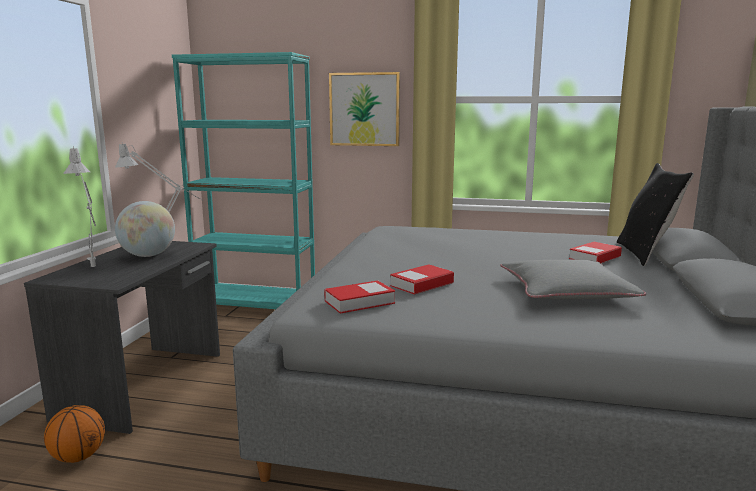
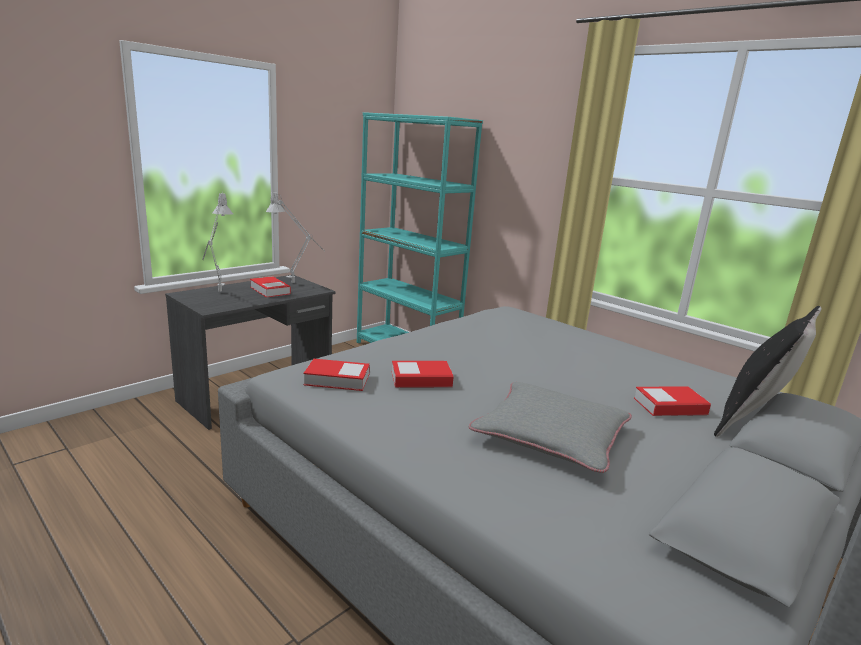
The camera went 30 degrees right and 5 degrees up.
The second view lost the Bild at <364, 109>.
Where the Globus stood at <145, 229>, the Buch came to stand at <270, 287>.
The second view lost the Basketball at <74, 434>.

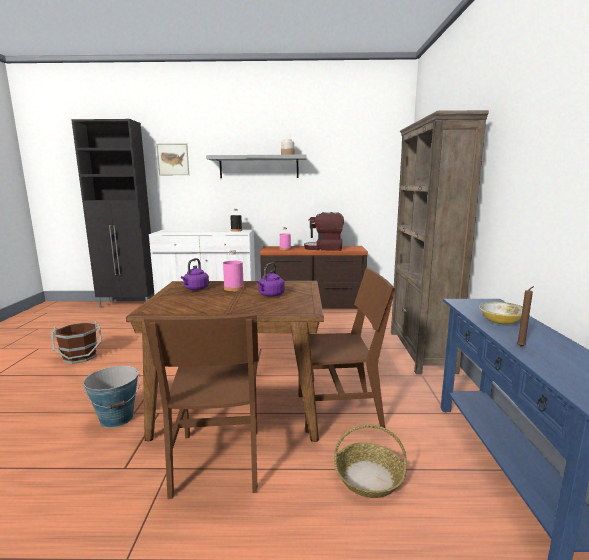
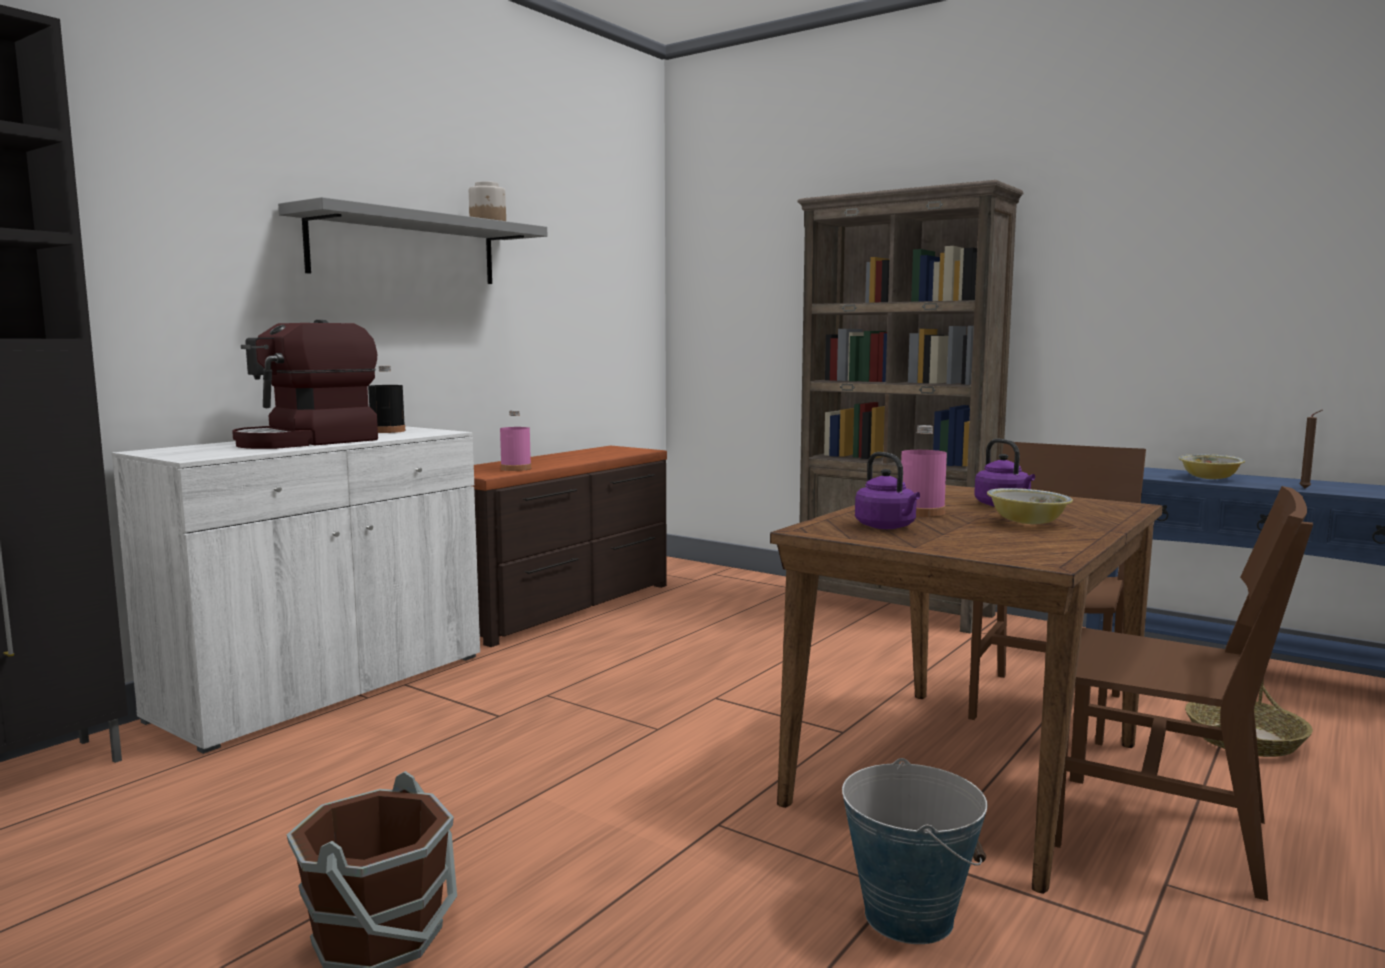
The camera went 55 degrees left and 5 degrees down.
The second view lost the Bild at <172, 159>.
The Kaffeemaschine ended up elsewhere, having gone from <324, 231> to <305, 384>.
The second view gained the Schüssel at <1030, 506>.

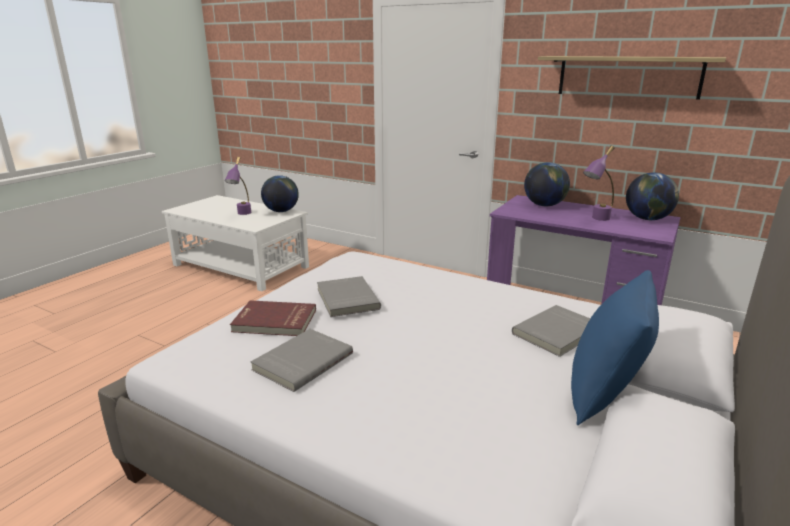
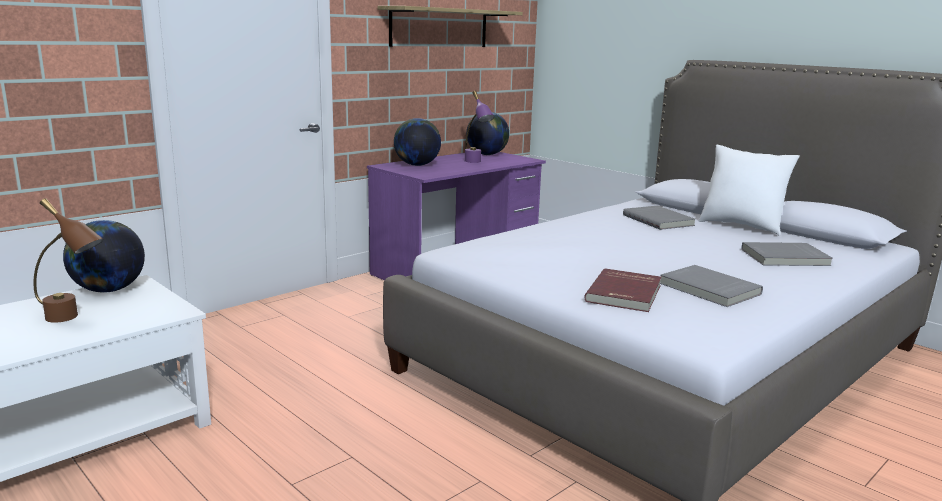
The camera went 75 degrees left and 5 degrees down.
What was the Tischlampe (lila) at <238, 186> turned into the Tischlampe (braun) at <69, 260>.
What was the Kissen (blau) at <615, 347> turned into the Kissen (weiß) at <749, 190>.
The Buch (grau) ended up elsewhere, having gone from <349, 296> to <787, 254>.

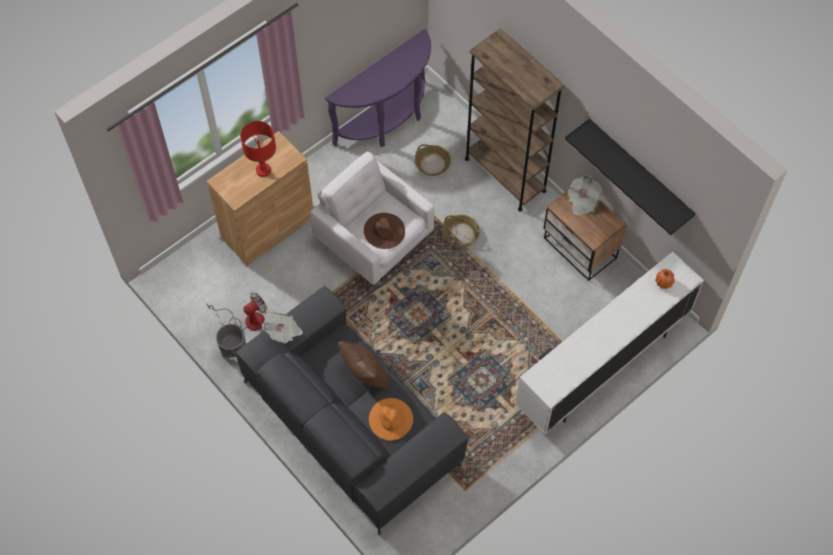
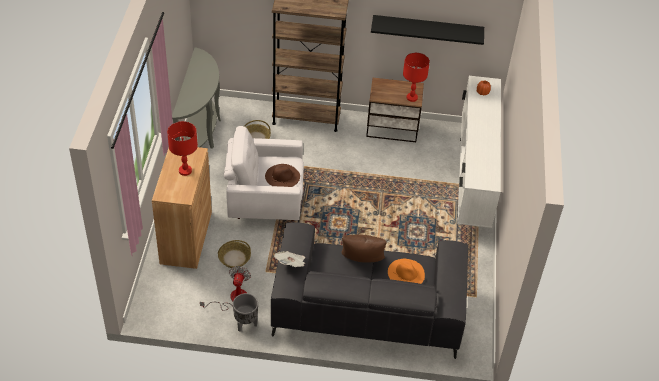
The camera went 45 degrees left and 15 degrees down.
What was the Konsolentisch (lila) at <378, 88> turned into the Konsolentisch (grau) at <196, 98>.
The second view lost the Zeitung at <585, 195>.
The Korb ended up elsewhere, having gone from <461, 230> to <234, 254>.
The second view gained the Tischlampe (rot) at <416, 77>.

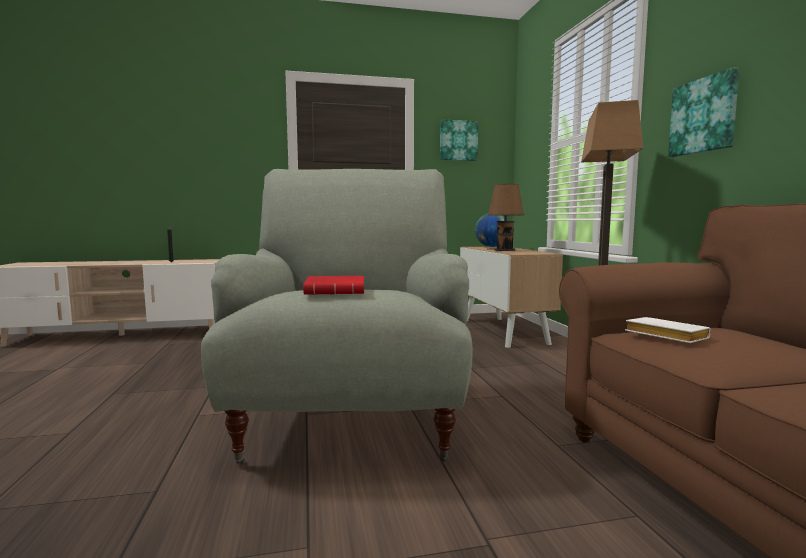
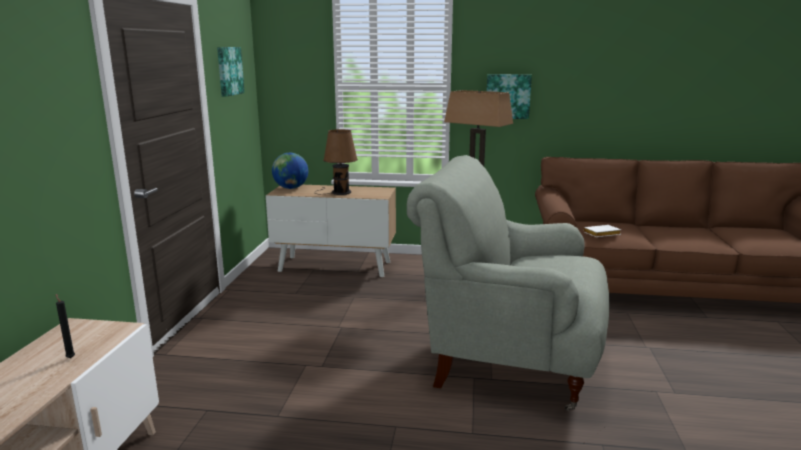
The camera went 70 degrees left and 10 degrees up.
The second view lost the Buch (rot) at <333, 285>.

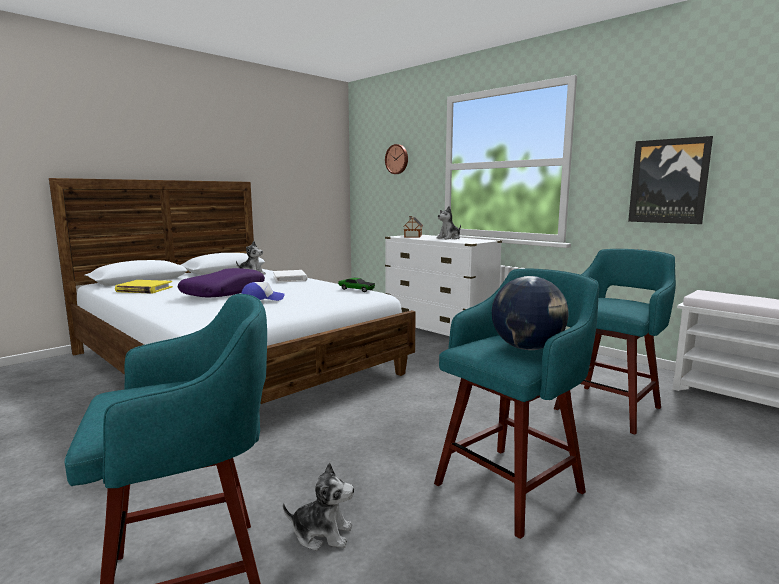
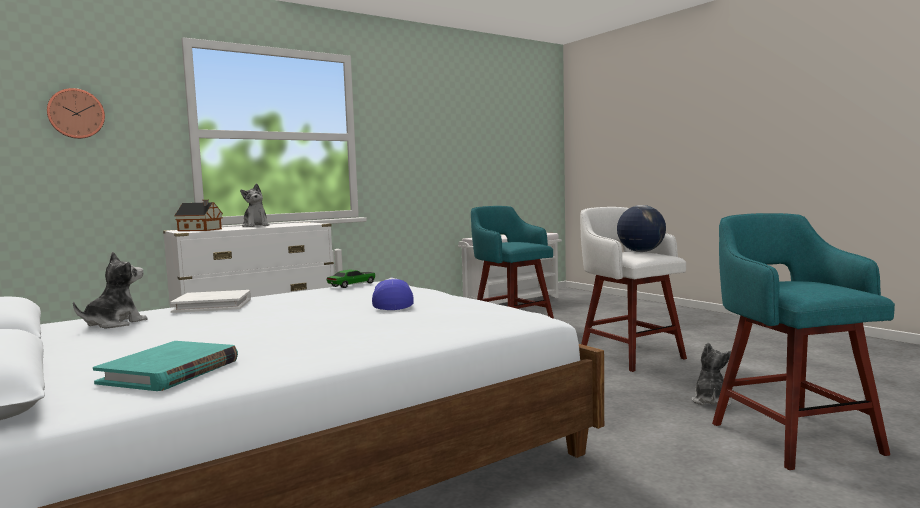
The camera went 80 degrees left and 5 degrees down.
The second view lost the Bild at <670, 180>.
The second view lost the Kissen (lila) at <221, 283>.
What was the Hocker (türkis) at <516, 404> turned into the Hocker (weiß) at <633, 289>.
What was the Buch (gelb) at <144, 287> turned into the Buch (türkis) at <165, 366>.

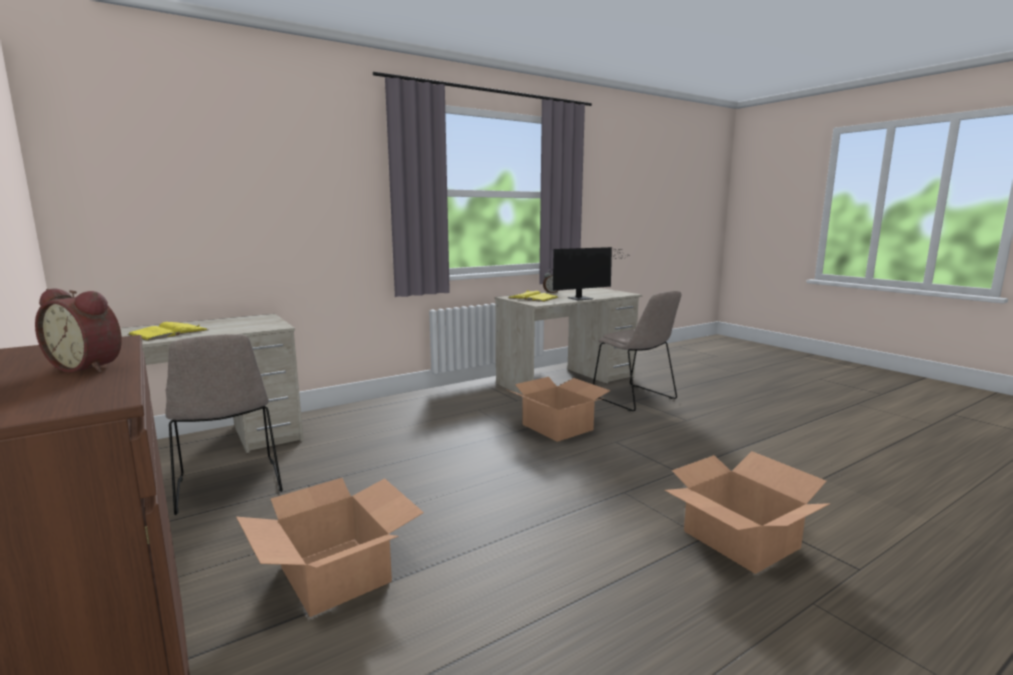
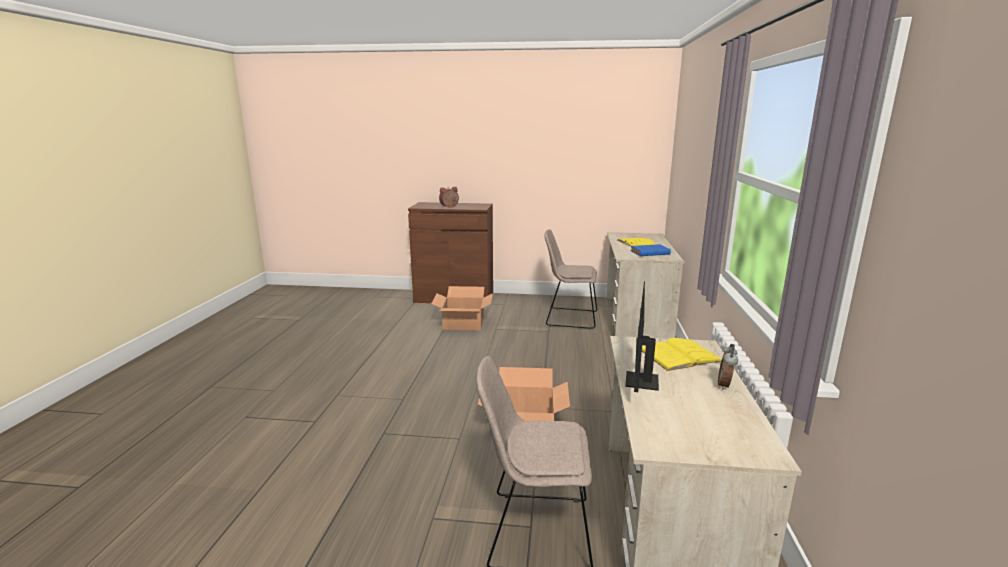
The camera went 130 degrees right and 5 degrees up.
The second view lost the Karton at <747, 512>.
The second view gained the Buch (blau) at <651, 250>.

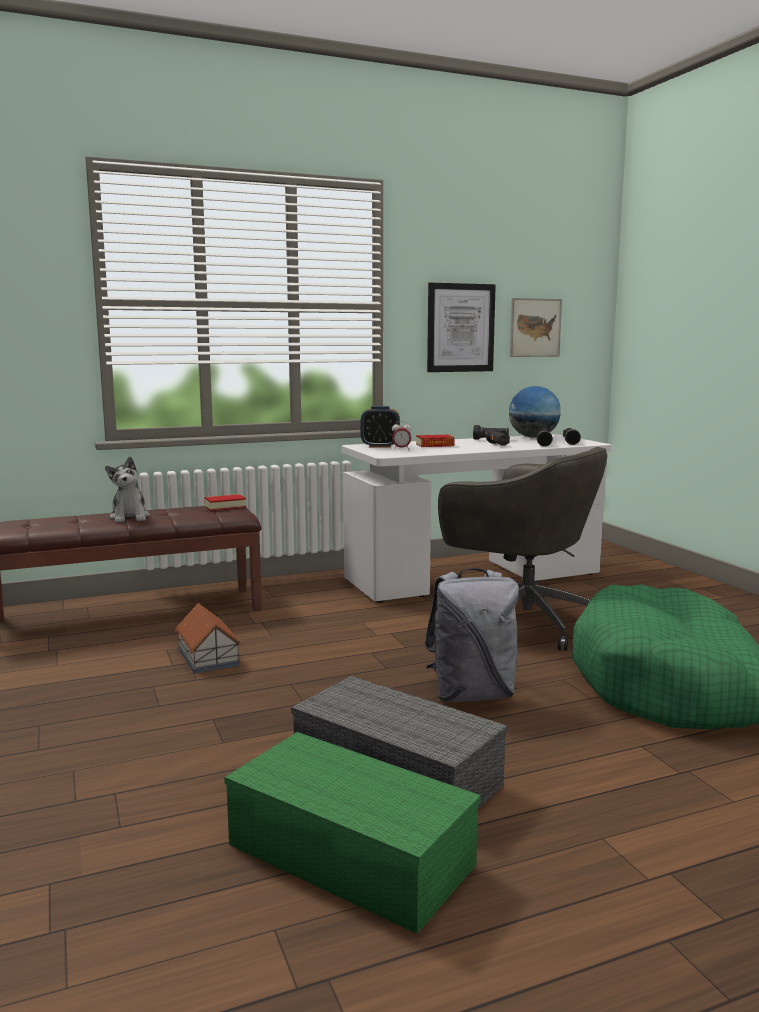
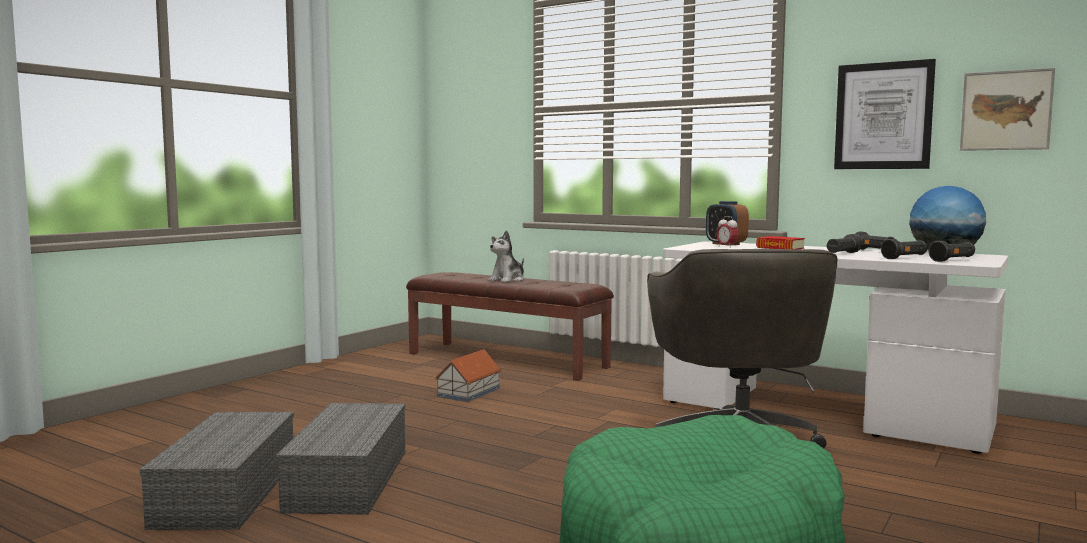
The camera went 55 degrees right and 5 degrees down.
The second view lost the Buch at <225, 502>.
The second view lost the Rucksack (grau) at <471, 635>.
What was the Aufbewahrungsbox (grün) at <352, 833> turned into the Aufbewahrungsbox (grau) at <217, 471>.

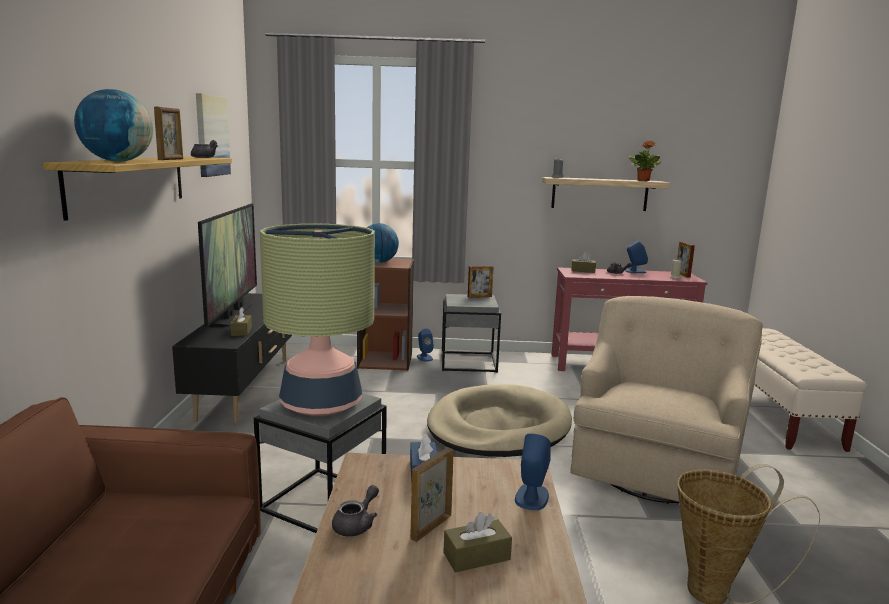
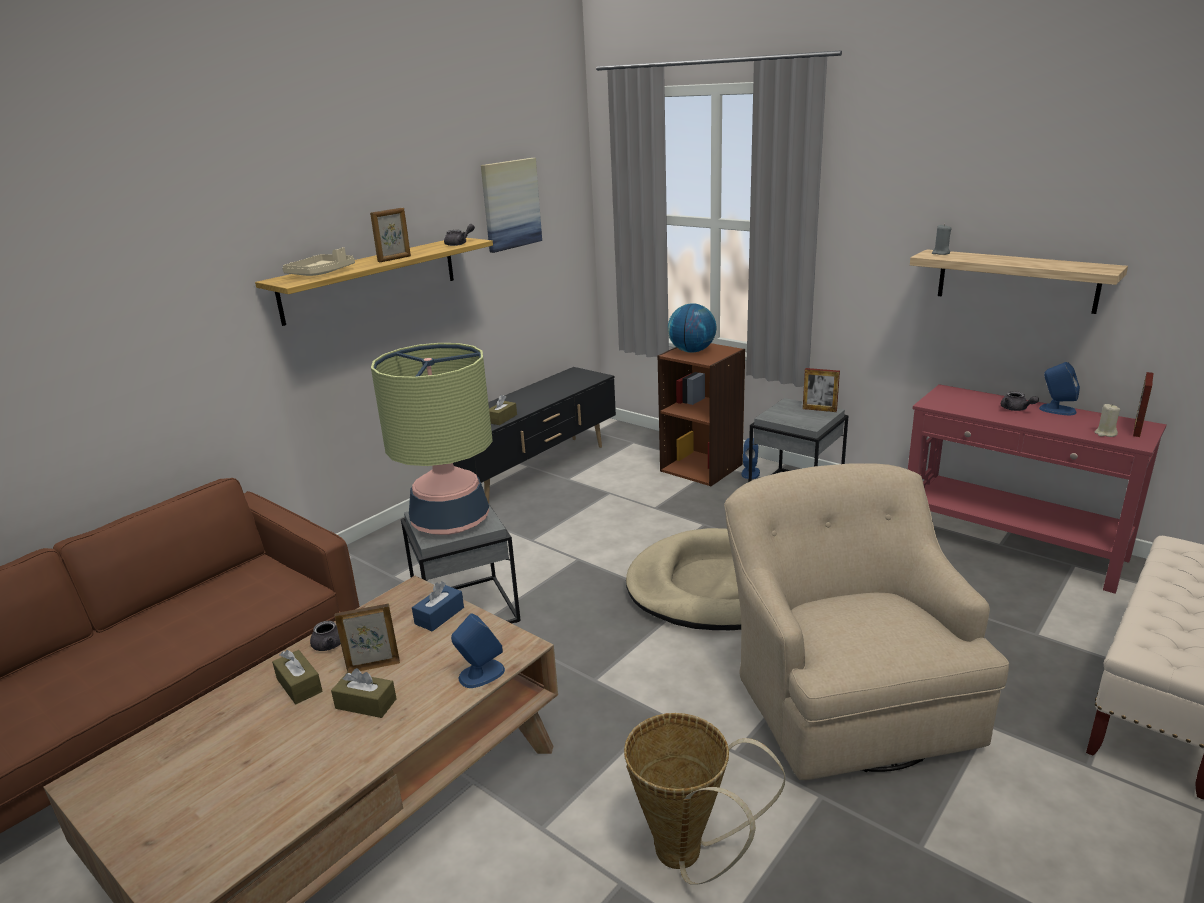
The camera went 40 degrees right and 10 degrees up.
Where the Globus stood at <113, 125>, the Tablett (beige) came to stand at <318, 261>.
The second view lost the Topfpflanze at <645, 161>.
The second view lost the Fernseher at <227, 265>.
The Taschentuchbox (braun) ended up elsewhere, having gone from <583, 262> to <297, 677>.
The Sessel (beige) at <666, 400> ended up facing another way, 75 degrees counterclockwise from before.

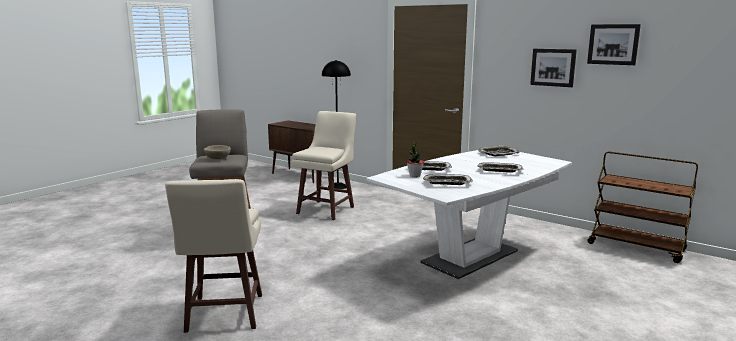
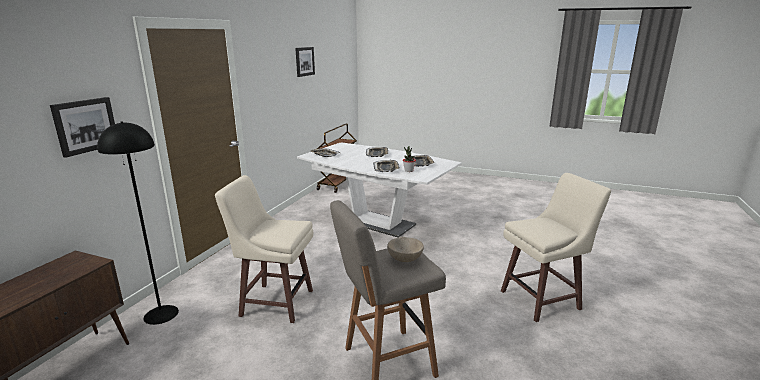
The camera went 105 degrees left and 5 degrees up.
The Bild ended up elsewhere, having gone from <553, 68> to <82, 127>.

